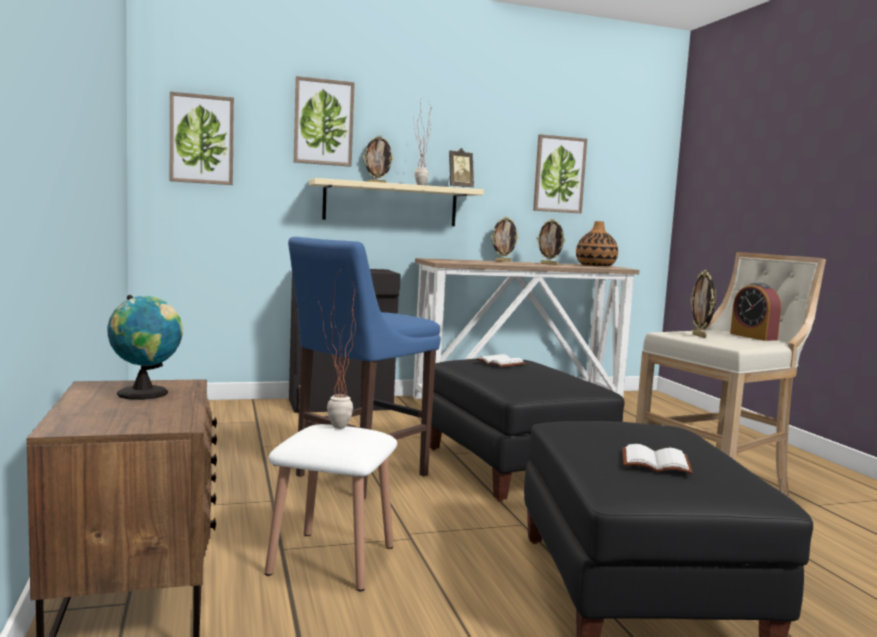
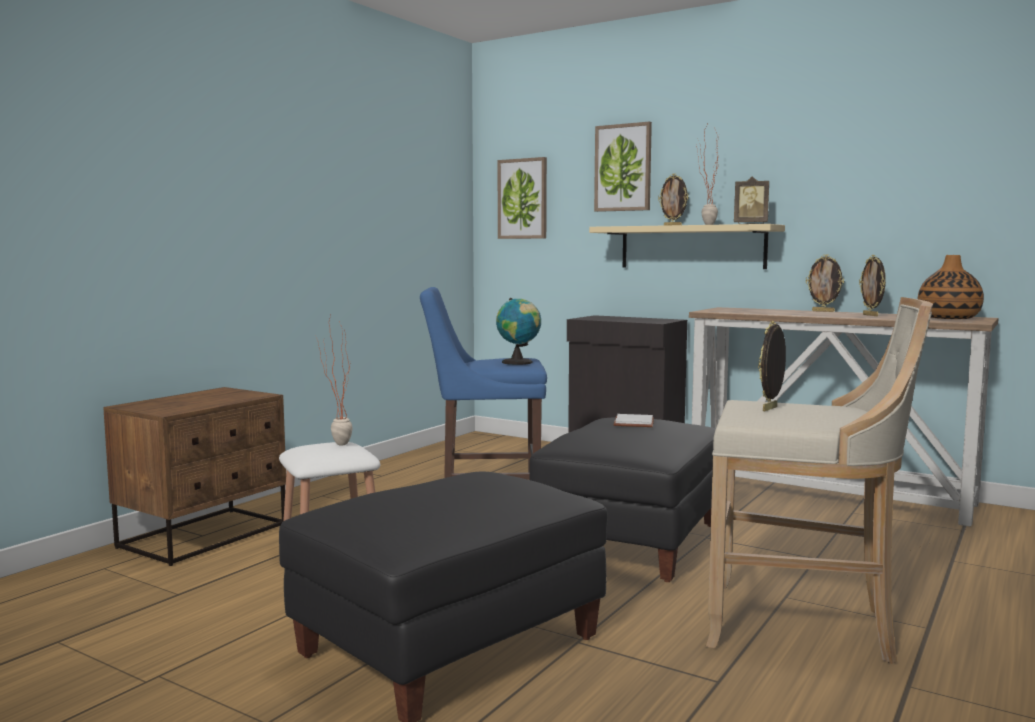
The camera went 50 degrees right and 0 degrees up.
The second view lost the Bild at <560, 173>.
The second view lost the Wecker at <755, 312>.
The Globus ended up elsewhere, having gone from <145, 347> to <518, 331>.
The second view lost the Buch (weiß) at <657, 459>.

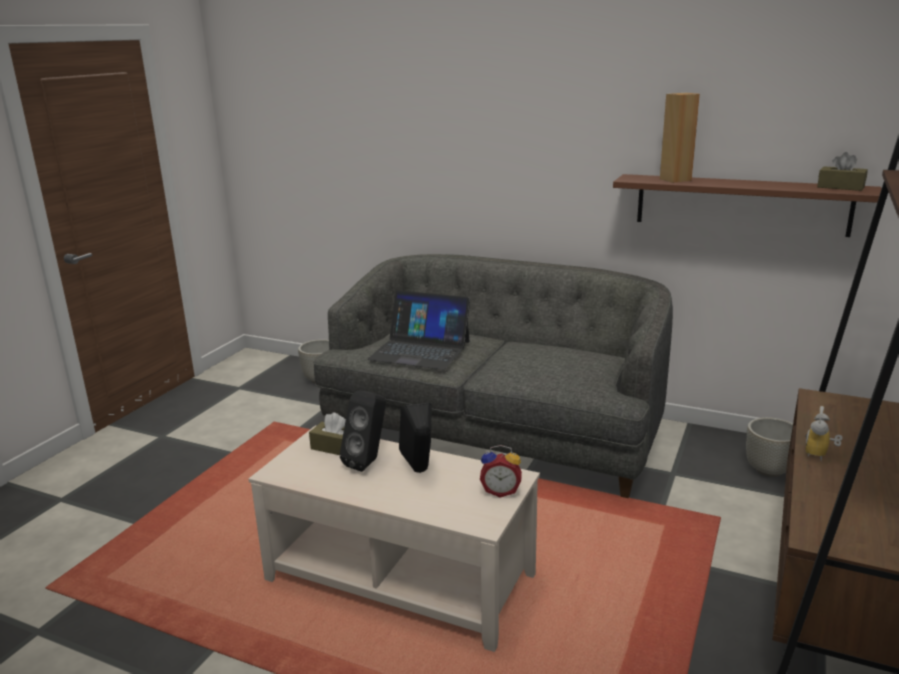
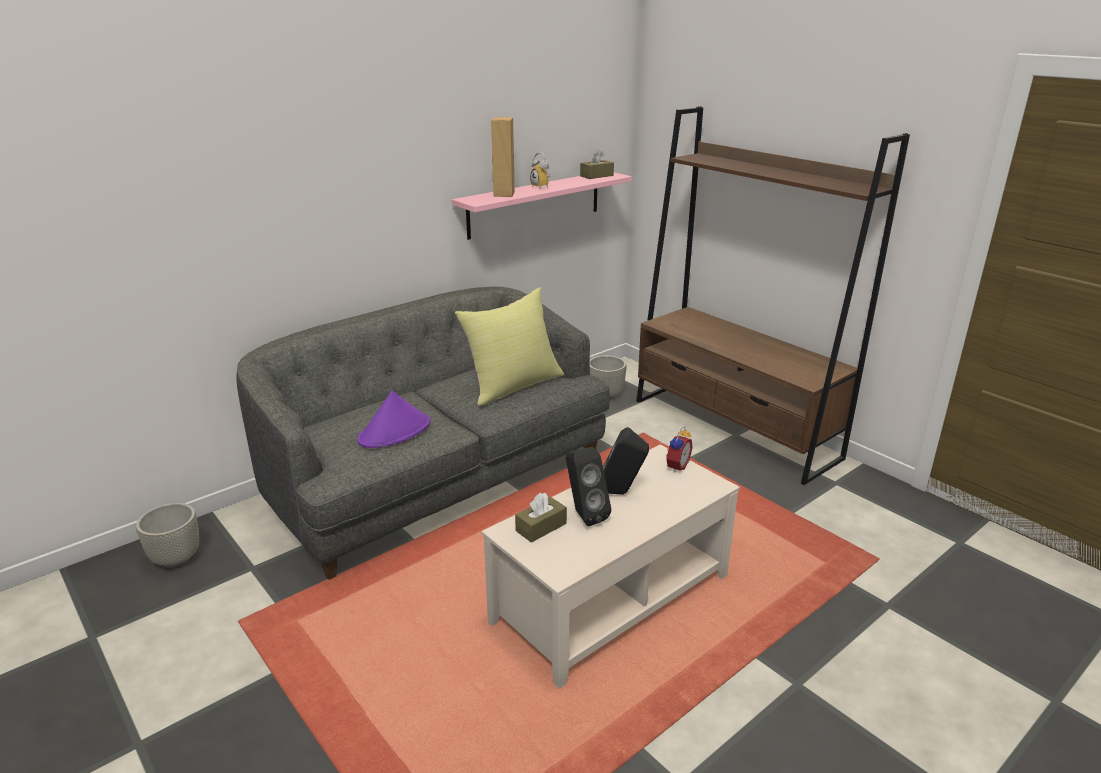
The camera went 65 degrees left and 5 degrees up.
What was the Wandregal (braun) at <747, 205> turned into the Wandregal (rosa) at <542, 206>.
Where the Laptop stood at <418, 330>, the Hut (lila) came to stand at <394, 419>.
The Wecker ended up elsewhere, having gone from <824, 433> to <540, 170>.
The second view gained the Kissen (gelb) at <509, 346>.

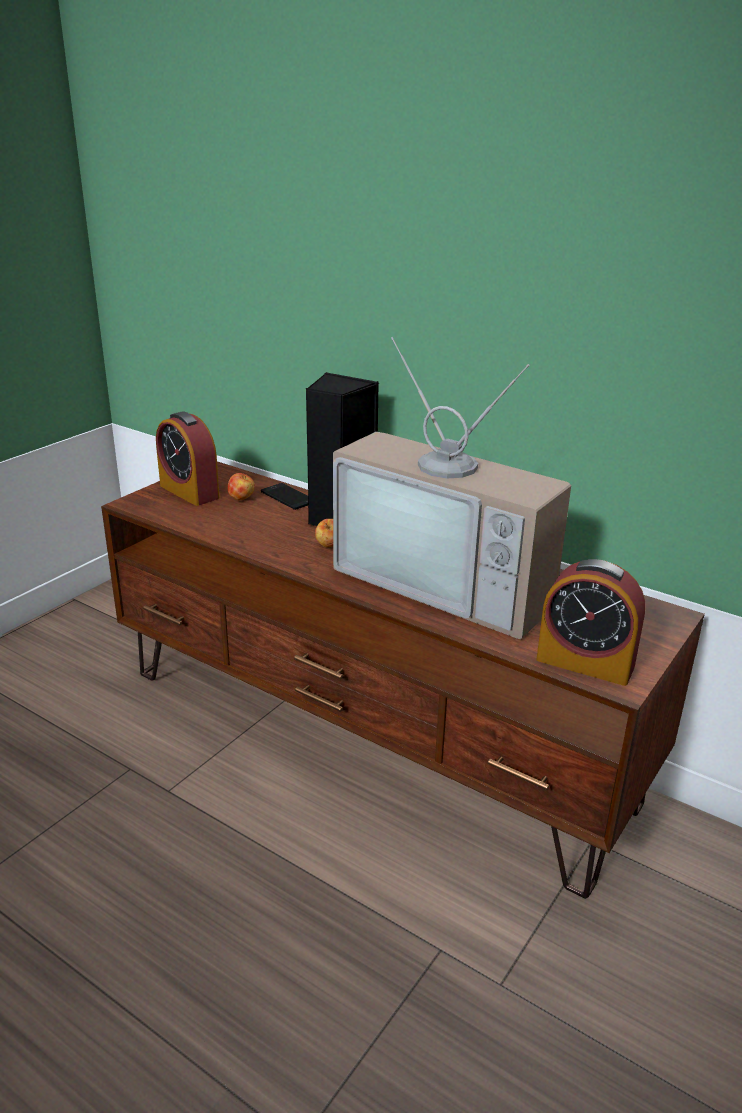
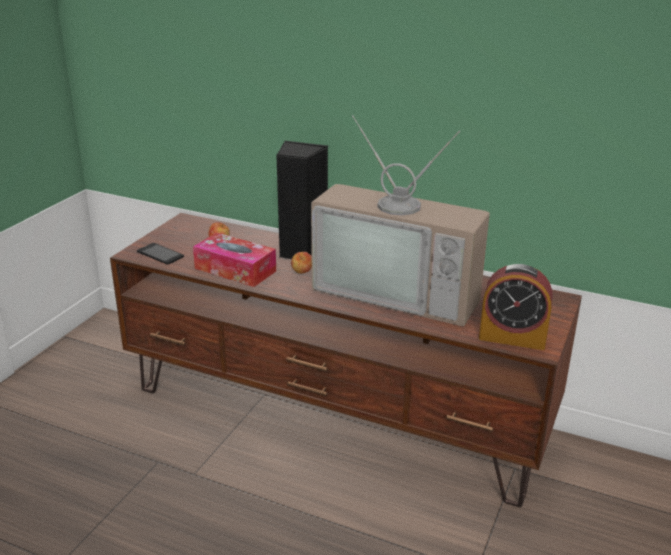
The camera went 10 degrees left and 0 degrees up.
The second view lost the Wecker at <188, 459>.
The Handy ended up elsewhere, having gone from <284, 496> to <160, 254>.
The second view gained the Taschentuchbox at <234, 260>.

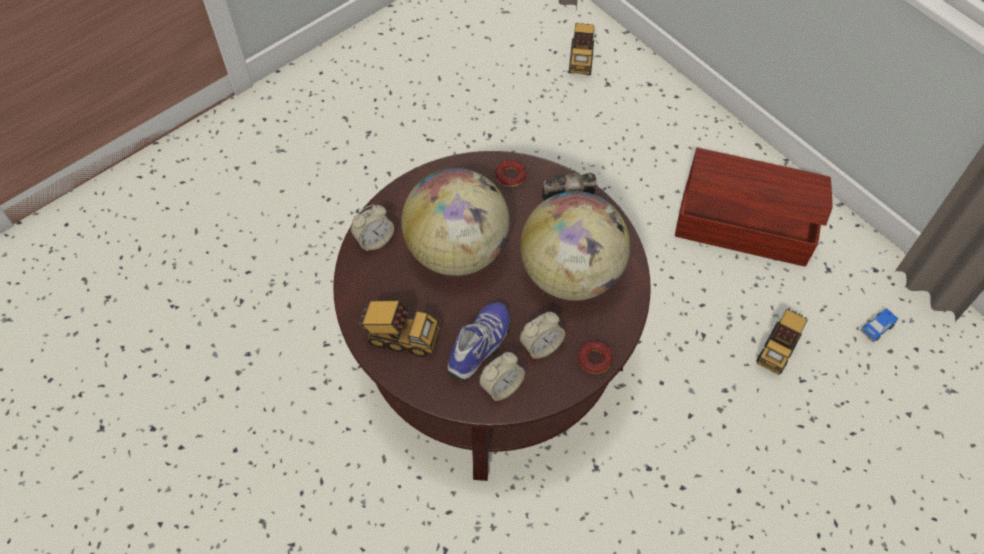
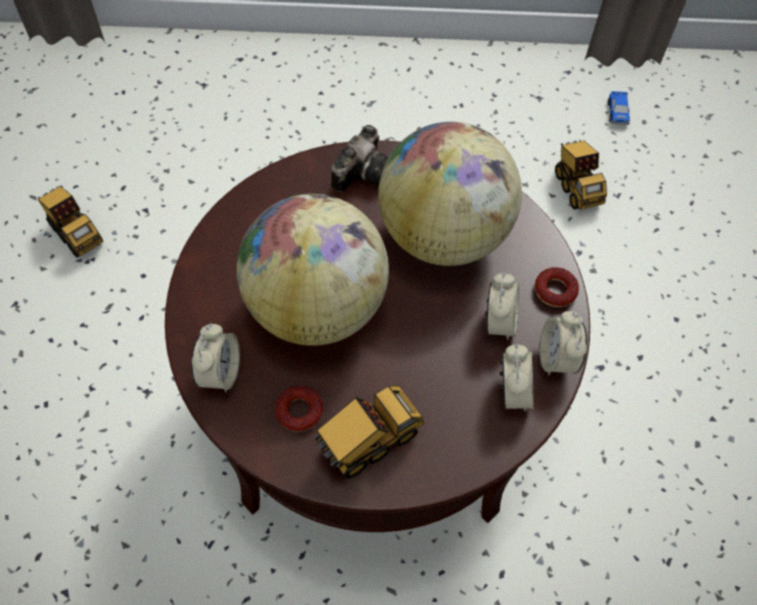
The camera went 50 degrees left and 0 degrees up.
The Spielzeuglaster ended up elsewhere, having gone from <581, 49> to <70, 222>.
The second view lost the Aufbewahrungsbox (braun) at <754, 207>.
The Donut ended up elsewhere, having gone from <511, 173> to <299, 409>.
The second view lost the Schuh at <478, 341>.
The second view gained the Wecker at <563, 343>.

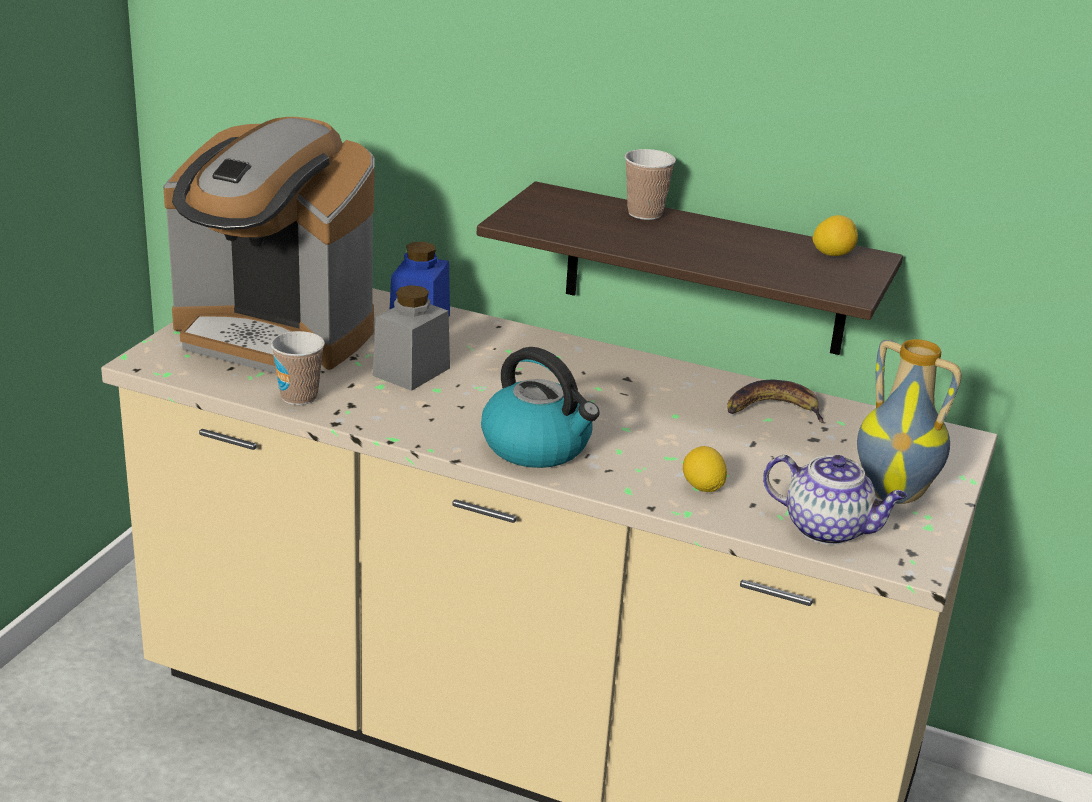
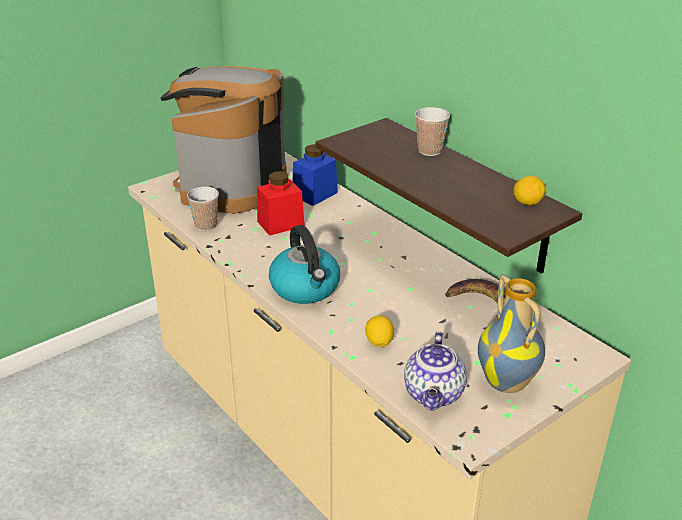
The camera went 30 degrees right and 5 degrees up.
The Kaffeemaschine at <268, 245> ended up facing another way, 60 degrees clockwise from before.
What was the Vorratsglas (grau) at <411, 338> turned into the Vorratsglas (rot) at <281, 203>.
The Teekanne at <835, 500> ended up facing another way, 45 degrees clockwise from before.

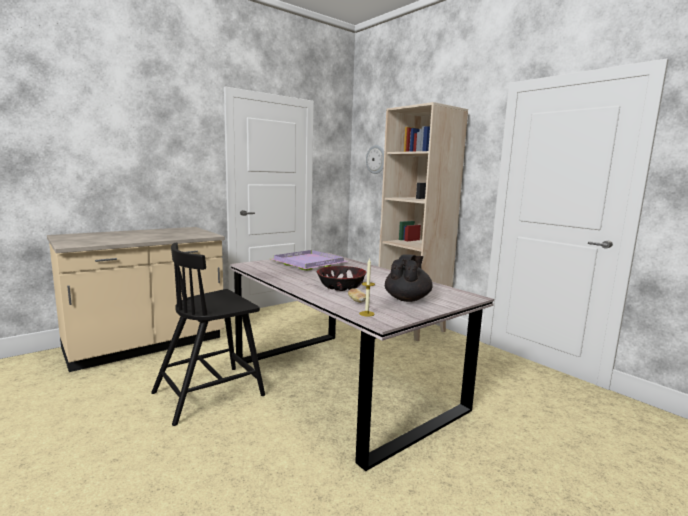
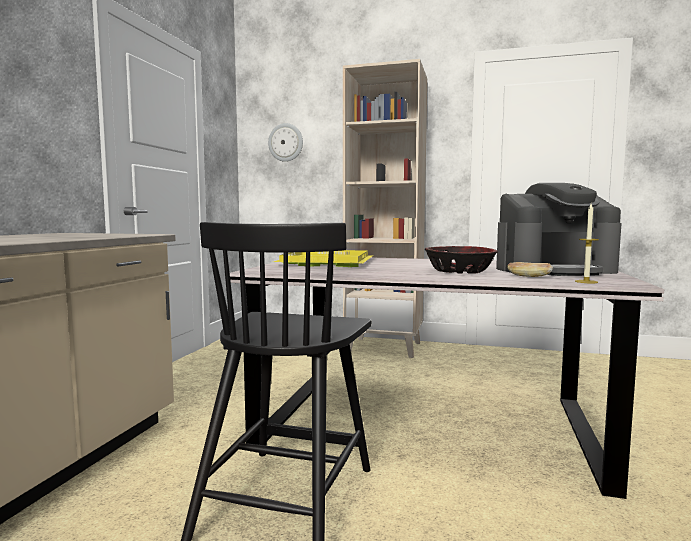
The camera went 35 degrees left and 5 degrees down.
What was the Tablett (lila) at <310, 260> turned into the Tablett (gelb) at <323, 258>.
Where the Teekanne (schwarz) stood at <409, 278>, the Kaffeemaschine came to stand at <558, 229>.

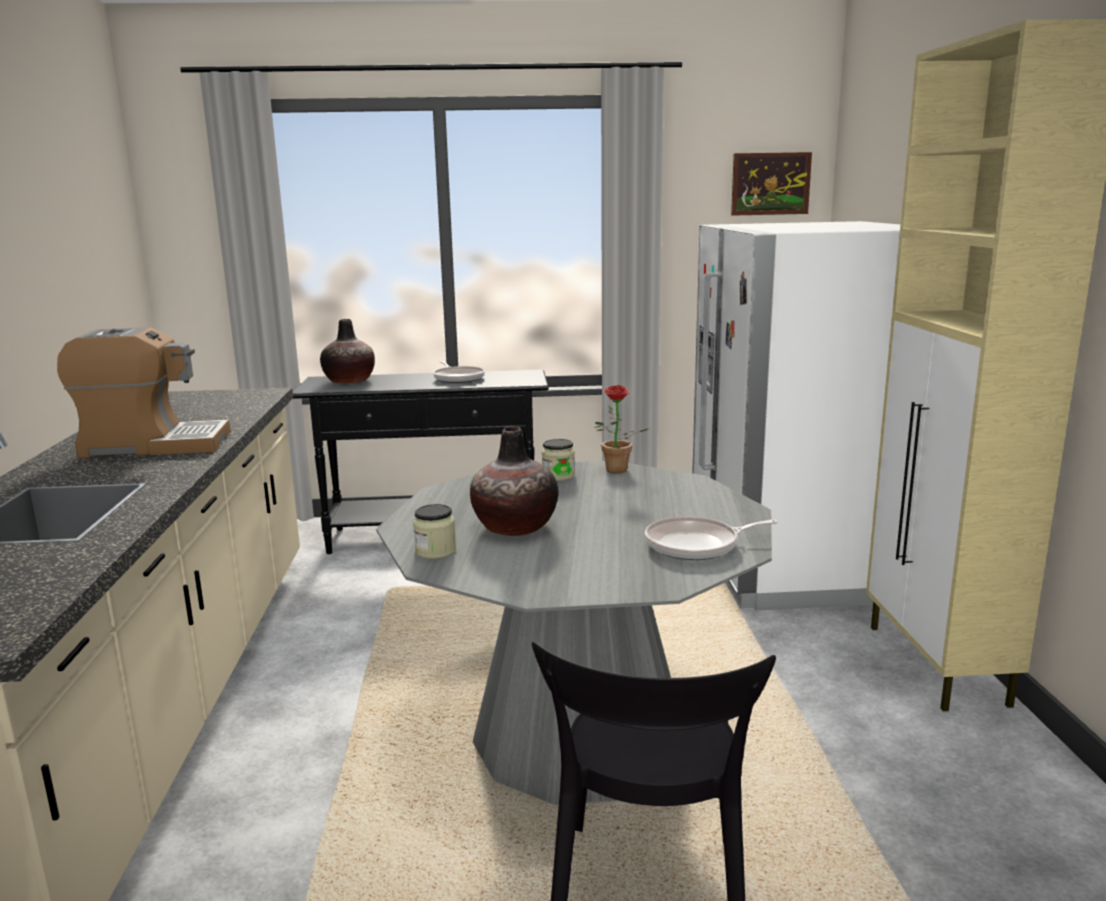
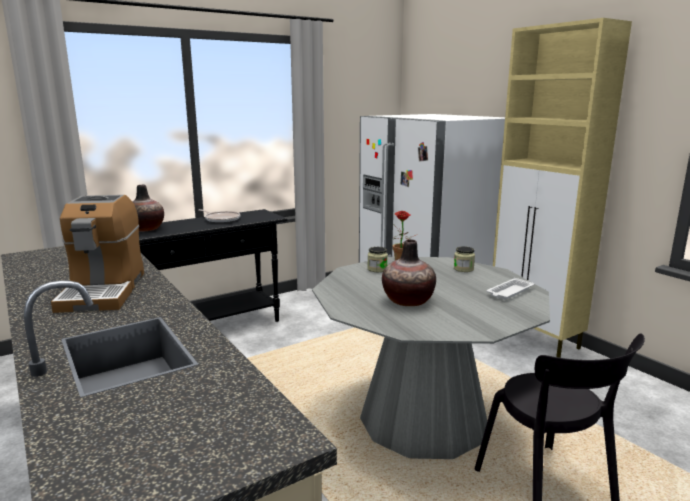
The camera went 30 degrees left and 0 degrees up.
The second view lost the Bild at <771, 184>.
The Kaffeemaschine at <144, 393> ended up facing another way, 120 degrees clockwise from before.
The Vorratsglas ended up elsewhere, having gone from <434, 531> to <464, 259>.
Where the Pfanne stood at <711, 538>, the Tablett (weiß) came to stand at <510, 289>.

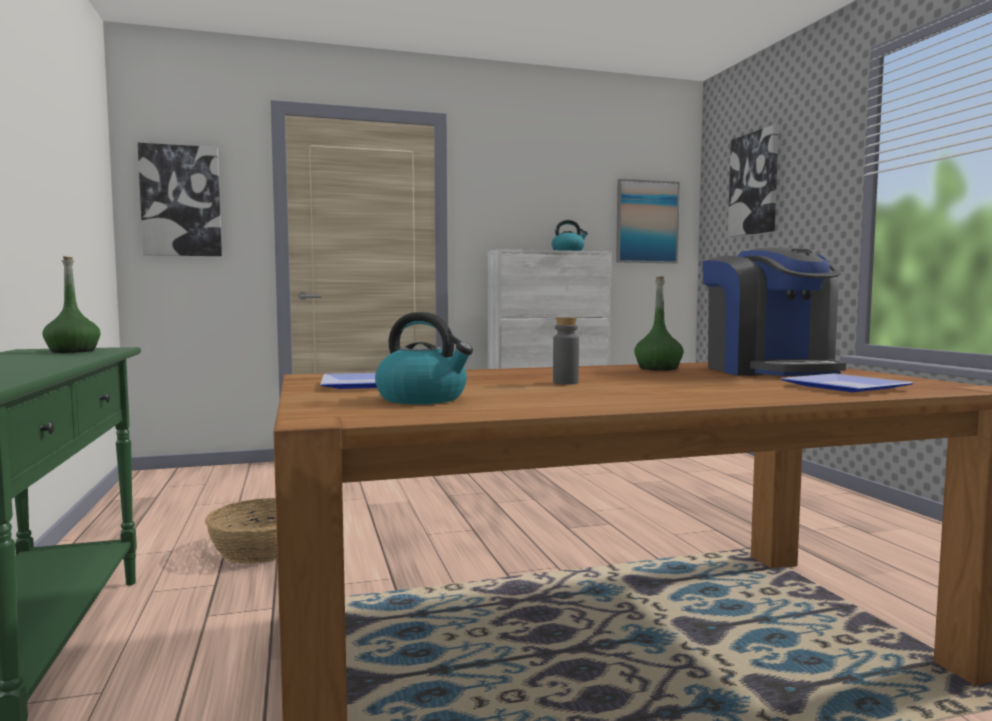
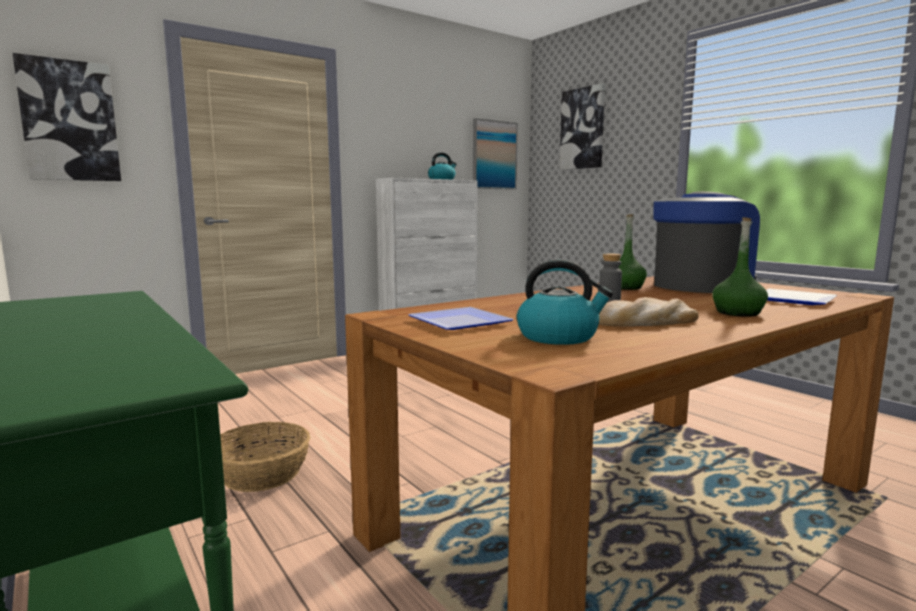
The camera went 20 degrees left and 5 degrees up.
The Kaffeemaschine at <774, 311> ended up facing another way, 90 degrees counterclockwise from before.
The Flasche (grün) ended up elsewhere, having gone from <71, 304> to <740, 267>.
The second view gained the Brot at <649, 312>.

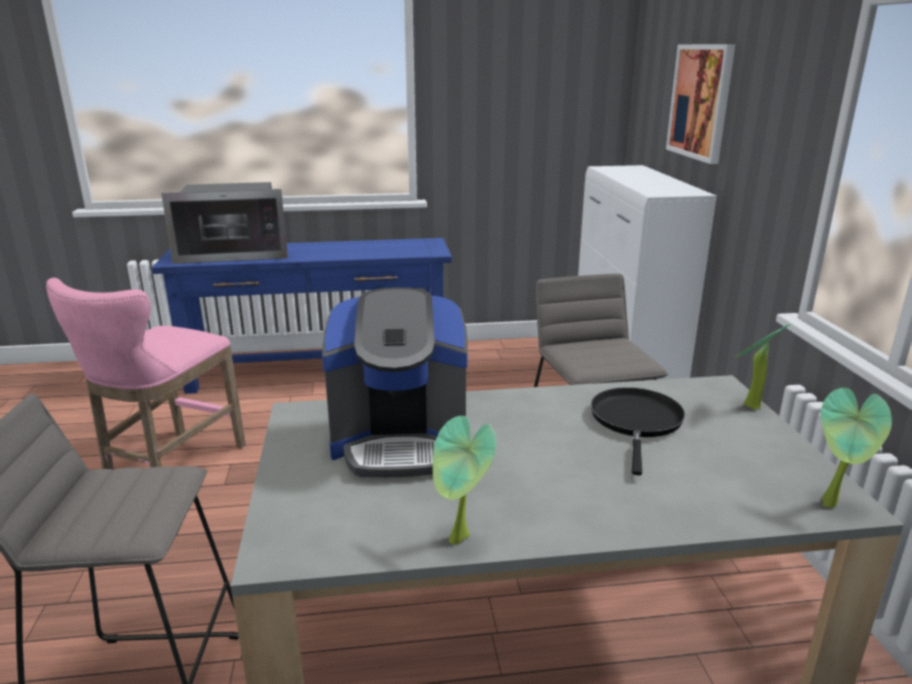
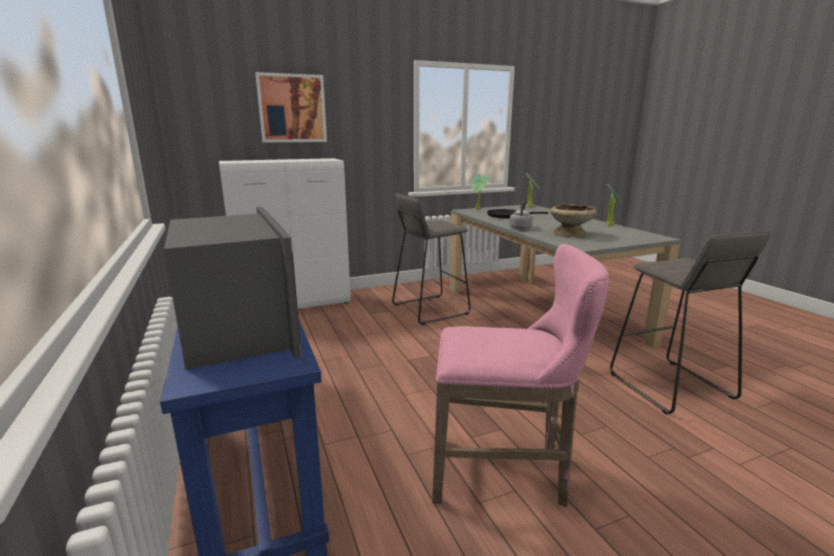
The camera went 105 degrees left and 5 degrees down.
Where the Kaffeemaschine stood at <395, 382>, the Schüssel (beige) came to stand at <573, 220>.
The second view gained the Wasserkessel (grau) at <521, 215>.

